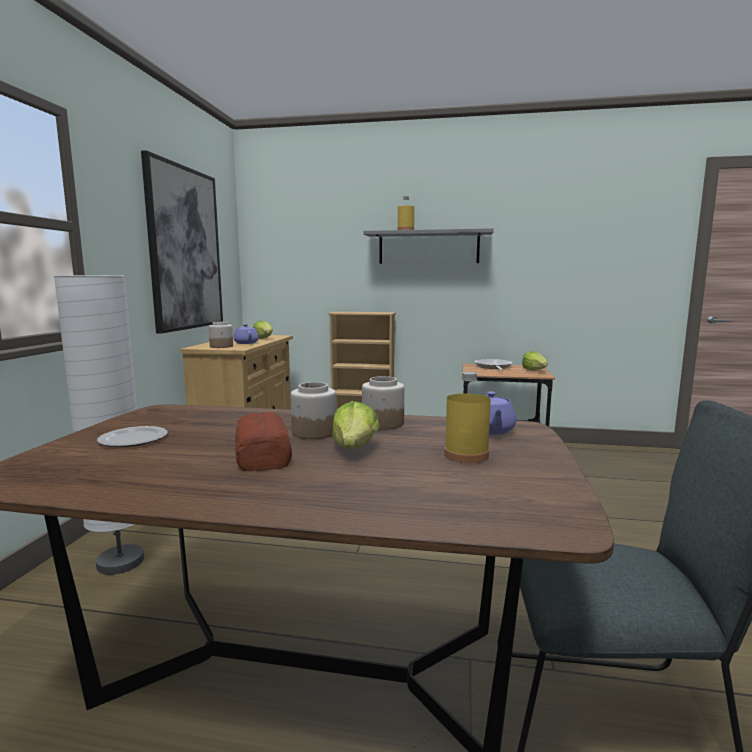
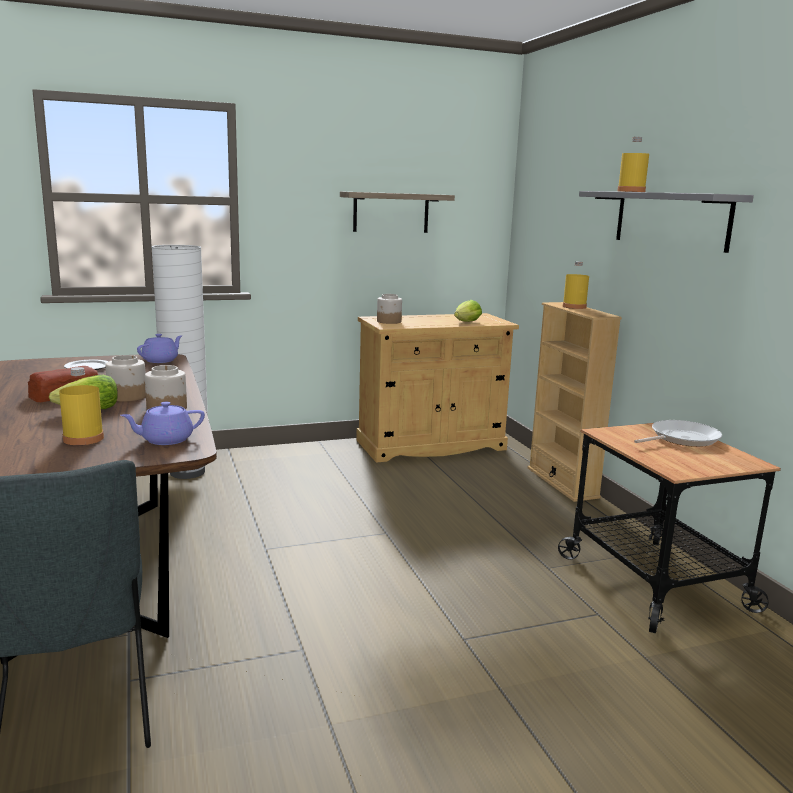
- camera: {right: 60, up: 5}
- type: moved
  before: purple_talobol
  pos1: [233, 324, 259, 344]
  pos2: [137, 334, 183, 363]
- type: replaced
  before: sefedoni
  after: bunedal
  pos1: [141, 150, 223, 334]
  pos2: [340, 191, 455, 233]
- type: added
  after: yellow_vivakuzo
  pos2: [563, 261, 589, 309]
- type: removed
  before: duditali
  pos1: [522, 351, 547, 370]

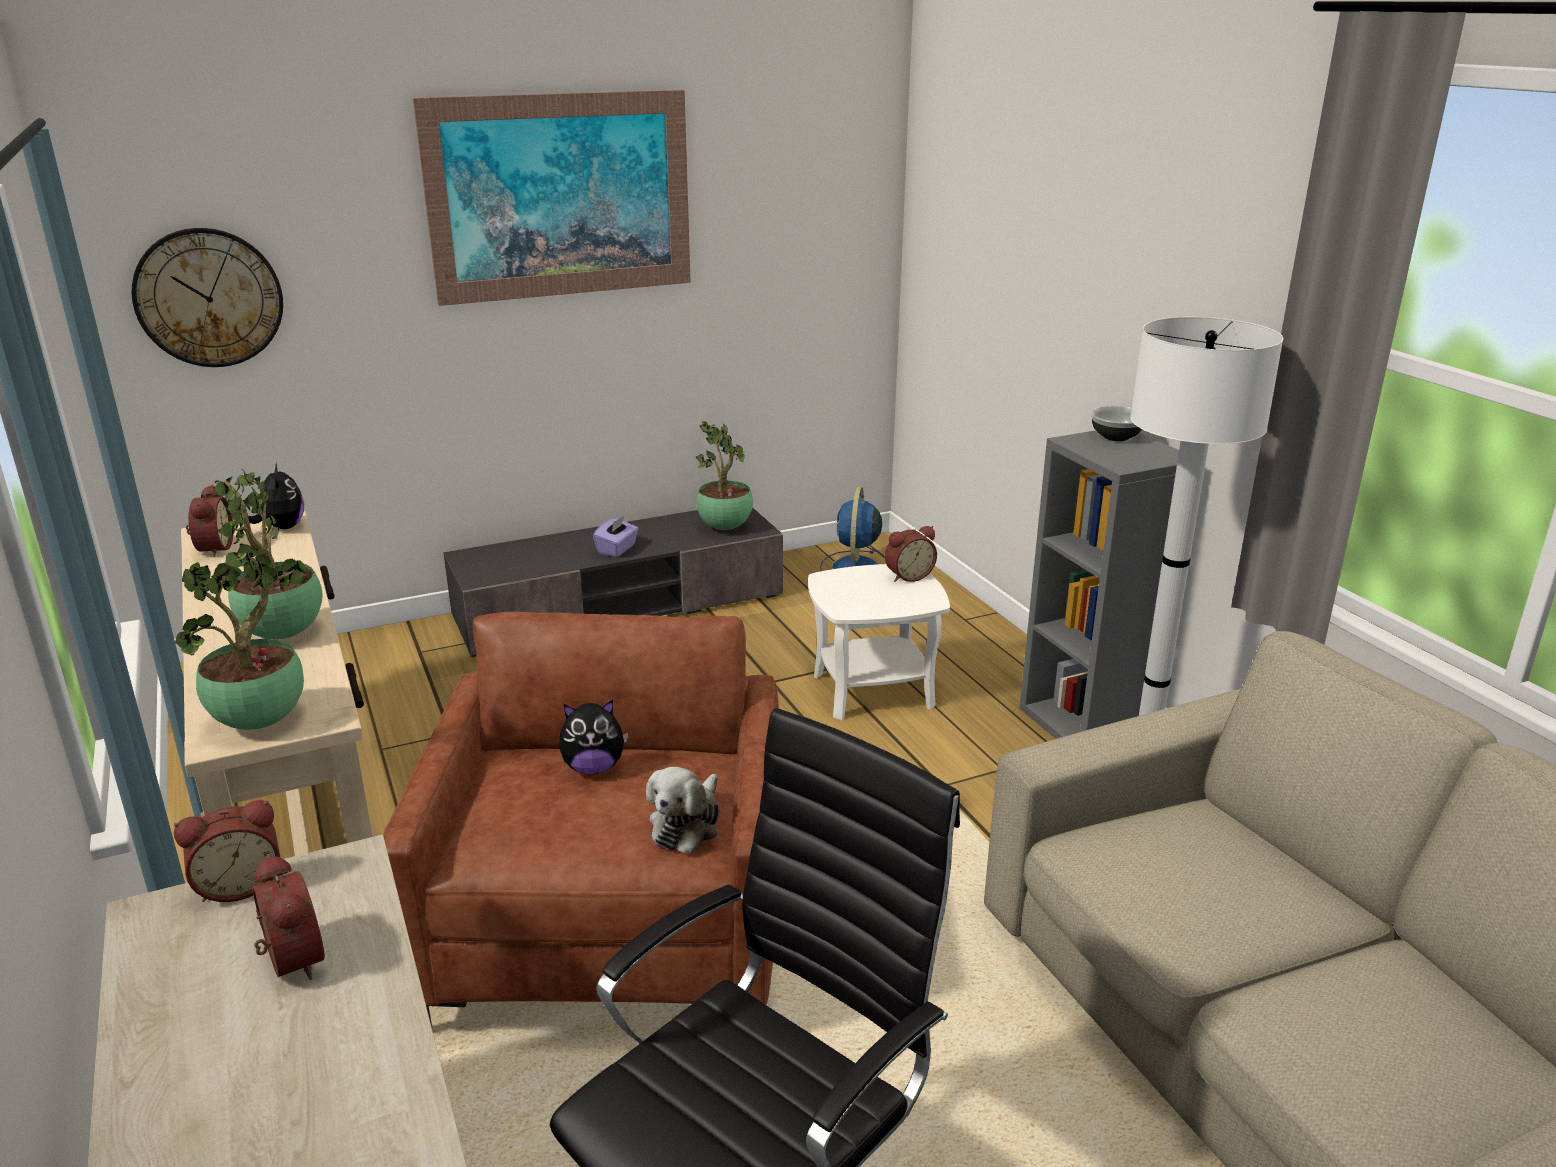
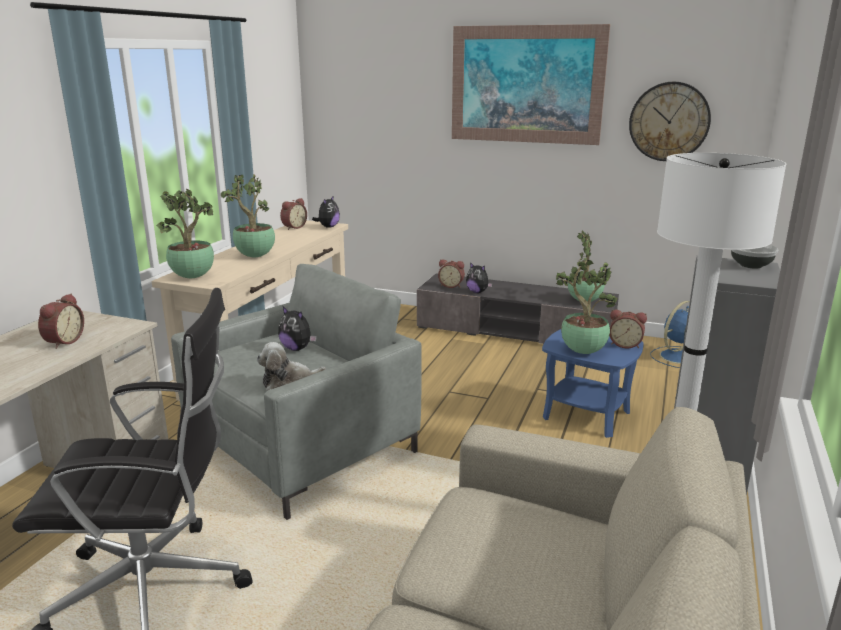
- camera: {right: 45, up: -5}
- type: recoloured
  before: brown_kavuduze
  after: grey_kavuduze
  pos1: [383, 612, 779, 1030]
  pos2: [171, 264, 421, 520]
- type: moved
  before: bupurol
  pos1: [174, 800, 280, 902]
  pos2: [438, 260, 465, 288]
- type: added
  after: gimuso
  pos2: [466, 262, 493, 293]
- type: recoloured
  before: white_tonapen
  after: blue_tonapen
  pos1: [808, 564, 950, 720]
  pos2: [542, 329, 644, 438]
- type: added
  after: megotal
  pos2: [556, 258, 618, 354]
- type: moved
  before: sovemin
  pos1: [132, 228, 283, 367]
  pos2: [629, 82, 711, 161]
- type: removed
  before: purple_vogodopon
  pos1: [593, 515, 639, 557]

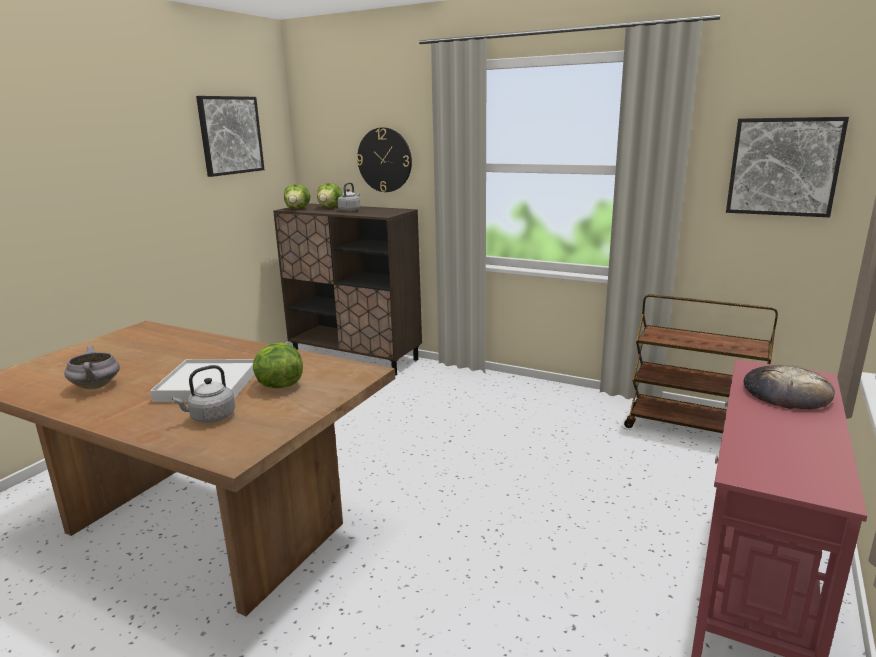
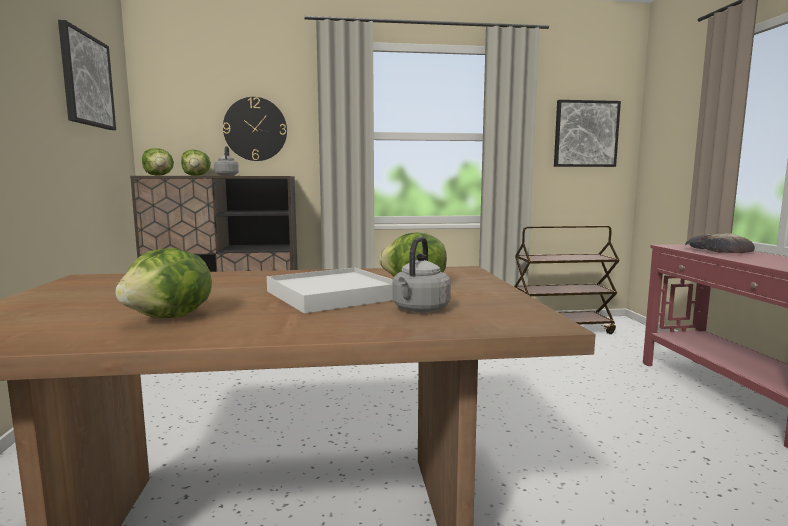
- camera: {right: -35, up: -10}
- type: replaced
  before: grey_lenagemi
  after: duditali
  pos1: [64, 345, 120, 389]
  pos2: [115, 248, 212, 318]

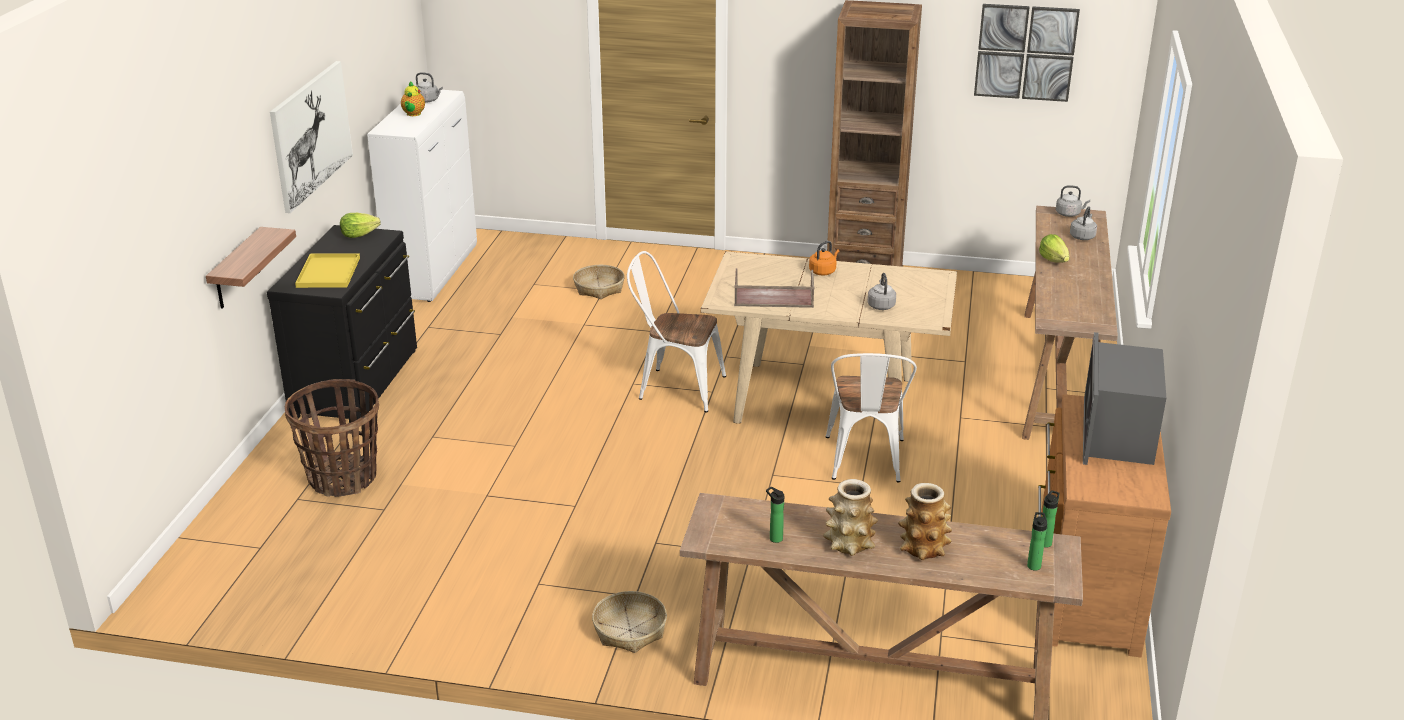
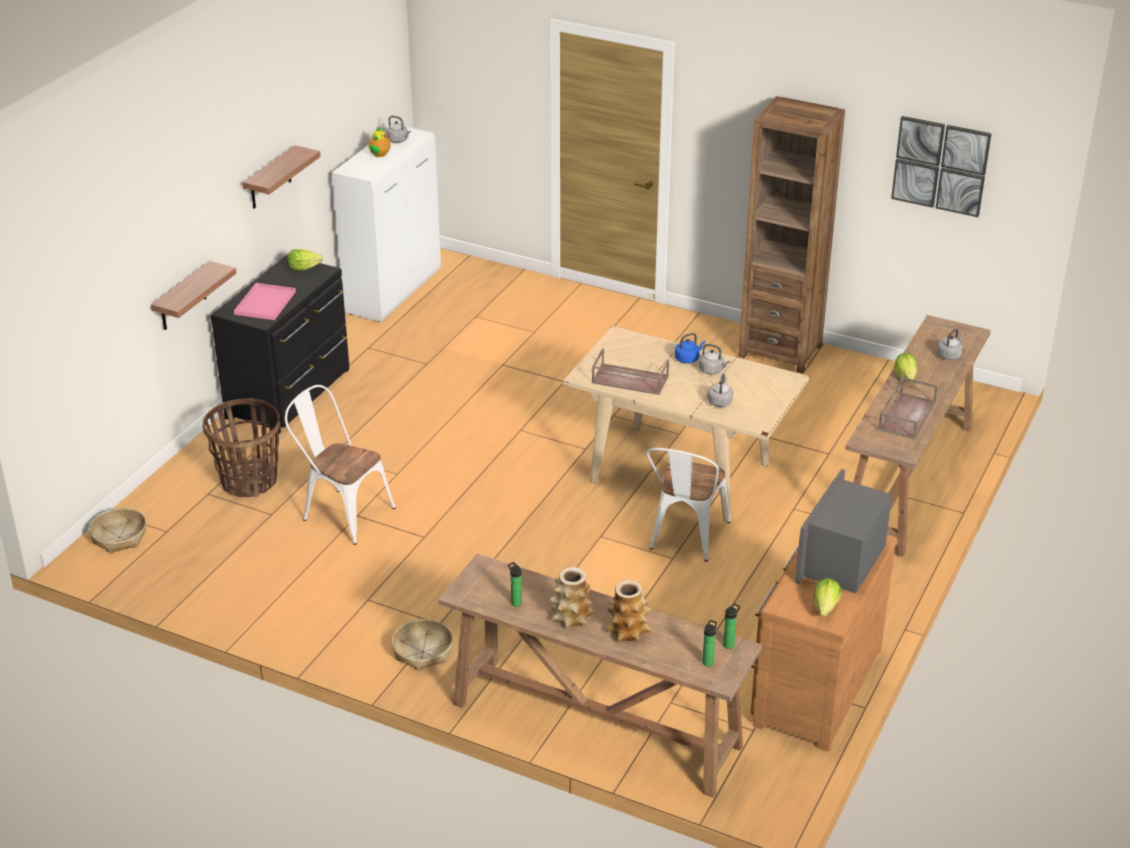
- camera: {right: 15, up: 5}
- type: moved
  before: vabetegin
  pos1: [573, 265, 625, 299]
  pos2: [89, 508, 146, 553]
- type: recoloured
  before: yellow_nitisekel
  after: pink_nitisekel
  pos1: [295, 253, 360, 288]
  pos2: [234, 283, 296, 320]
- type: replaced
  before: sefedoni
  after: bunedal
  pos1: [270, 61, 353, 213]
  pos2: [242, 145, 321, 209]
- type: moved
  before: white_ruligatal
  pos1: [627, 251, 726, 412]
  pos2: [285, 385, 396, 545]
- type: recoloured
  before: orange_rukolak
  after: blue_rukolak
  pos1: [809, 241, 839, 275]
  pos2: [675, 333, 705, 364]
- type: moved
  before: grey_rukolak
  pos1: [1056, 185, 1090, 217]
  pos2: [699, 344, 730, 374]
- type: added
  after: duditali
  pos2: [813, 578, 842, 616]
- type: added
  after: brown_nitisekel
  pos2: [878, 377, 938, 439]

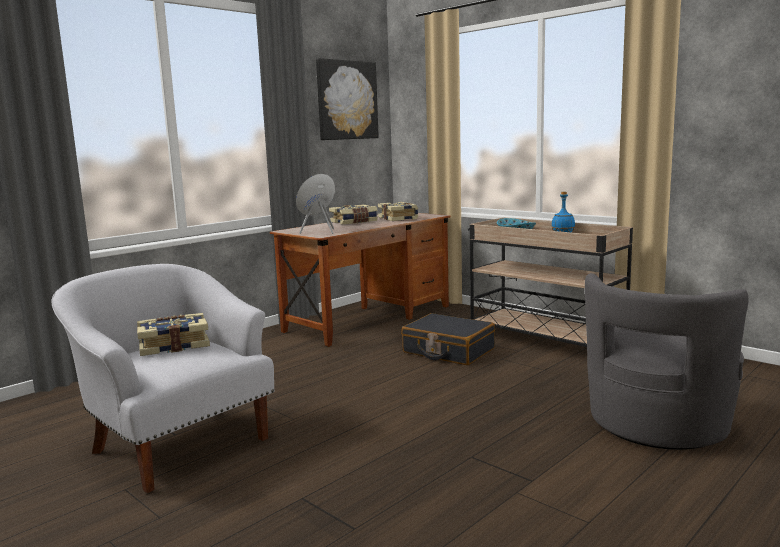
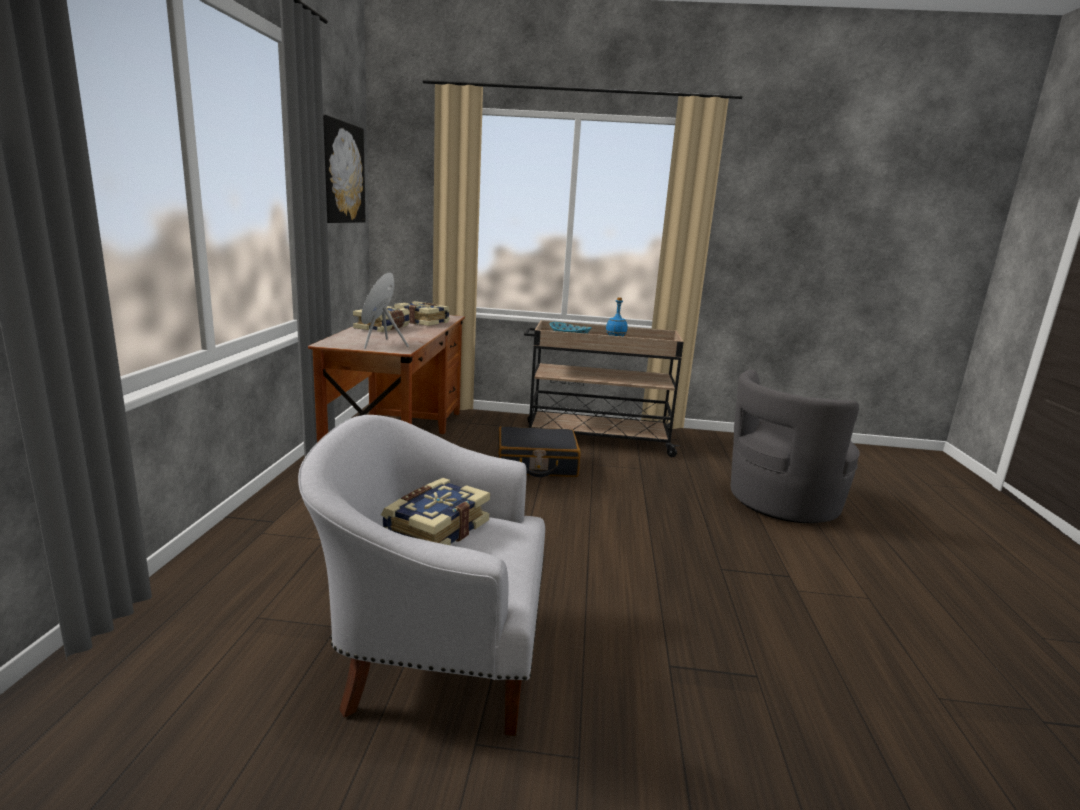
- camera: {right: -40, up: 5}
- type: turned
  before: grey_kavuduze
  pos1: [585, 273, 749, 450]
  pos2: [731, 370, 860, 523]
  turn: 60

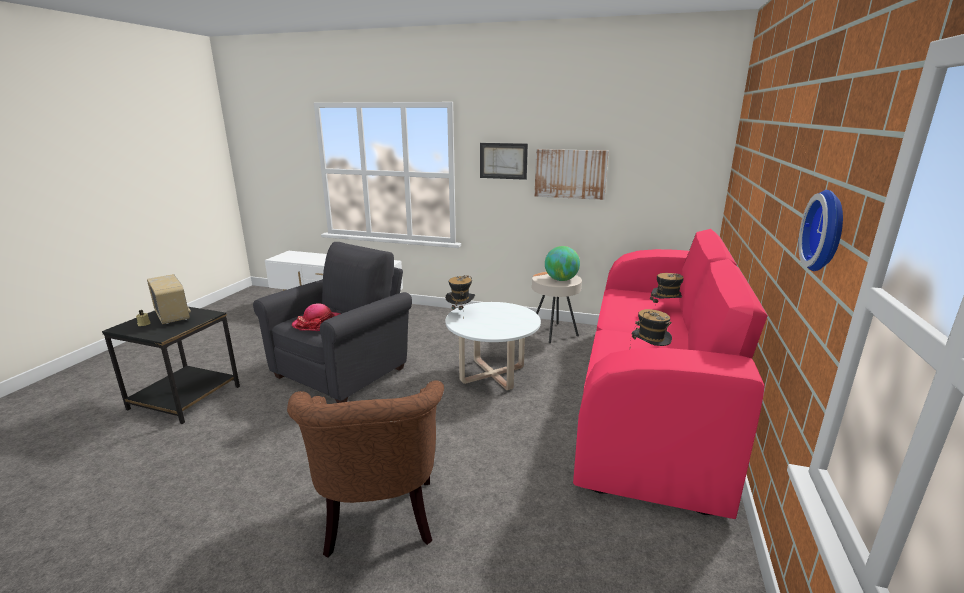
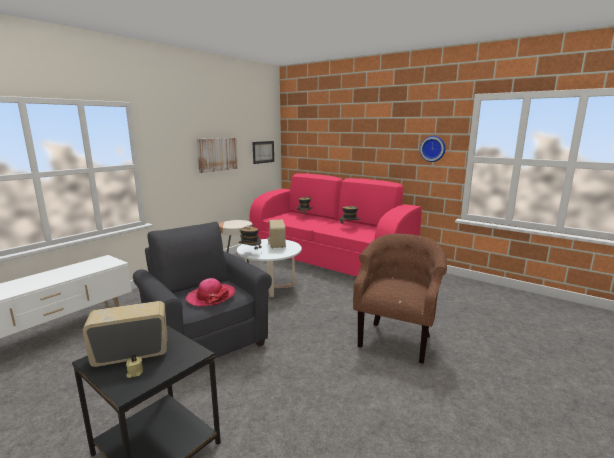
- camera: {right: -70, up: -5}
- type: moved
  before: sefedoni
  pos1: [480, 143, 528, 180]
  pos2: [252, 141, 274, 164]
- type: added
  after: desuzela
  pos2: [268, 220, 286, 249]
- type: turned
  before: brown_kavuduze
  pos1: [287, 380, 444, 557]
  pos2: [353, 234, 447, 364]
  turn: -75
- type: removed
  before: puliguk
  pos1: [545, 246, 580, 281]

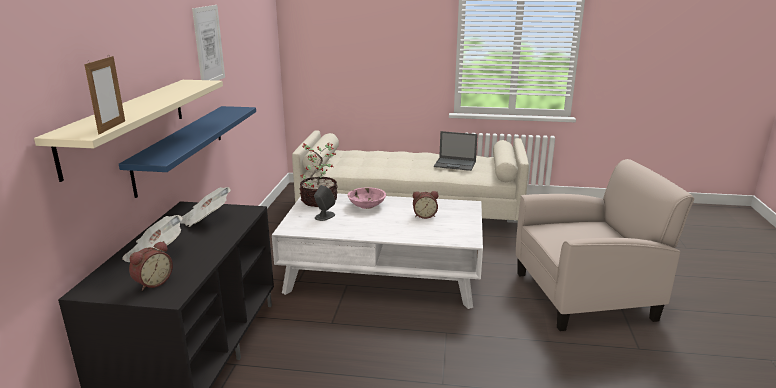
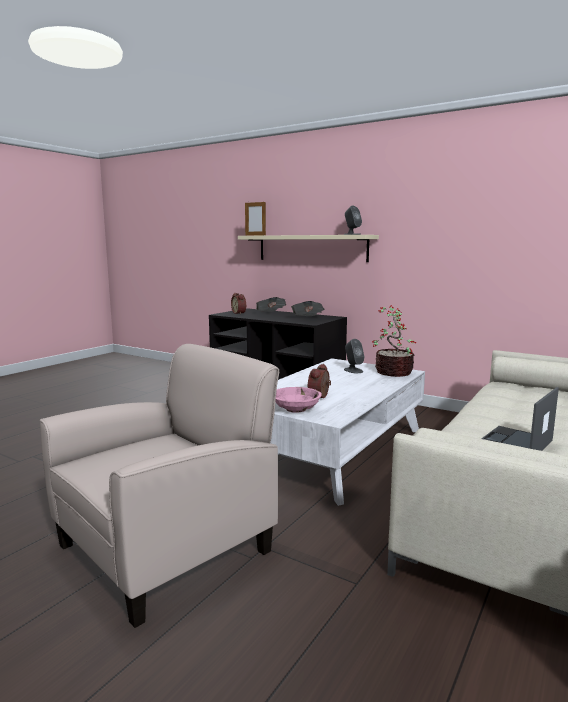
- camera: {right: 115, up: -10}
- type: turned
  before: beige_kavuduze
  pos1: [516, 159, 694, 331]
  pos2: [40, 344, 279, 628]
  turn: -150
- type: moved
  before: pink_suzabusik
  pos1: [347, 187, 386, 209]
  pos2: [275, 387, 322, 413]
- type: added
  after: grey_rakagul
  pos2: [344, 205, 362, 235]
- type: removed
  before: blue_bunedal
  pos1: [119, 106, 256, 198]
- type: removed
  before: sefedoni
  pos1: [192, 5, 225, 81]

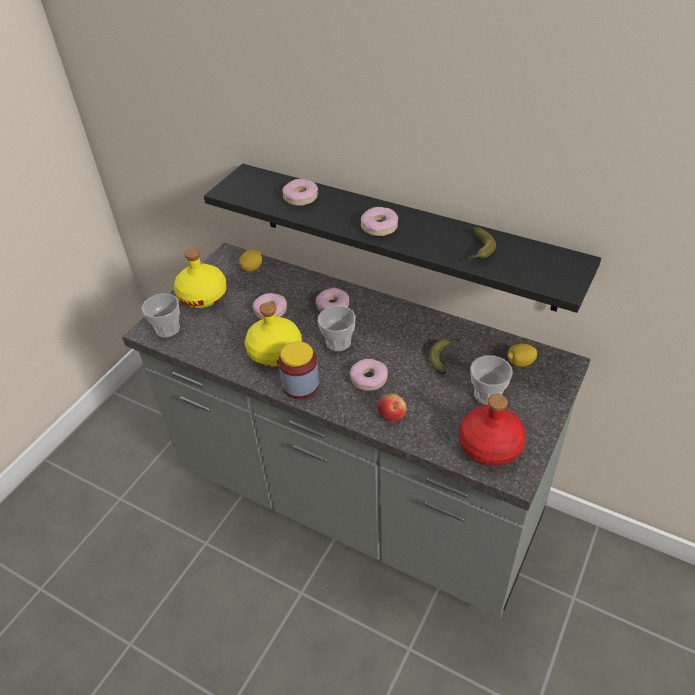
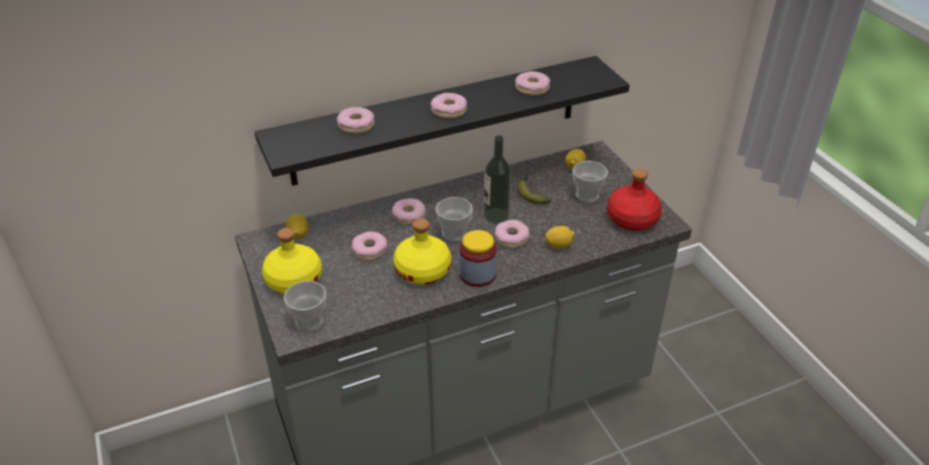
- camera: {right: -55, up: -5}
- type: added
  after: vivakuzo
  pos2: [484, 135, 511, 223]
- type: replaced
  before: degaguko
  after: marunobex
  pos1: [467, 227, 496, 260]
  pos2: [515, 71, 550, 96]
- type: replaced
  before: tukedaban
  after: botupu
  pos1: [377, 394, 407, 422]
  pos2: [545, 226, 575, 249]

